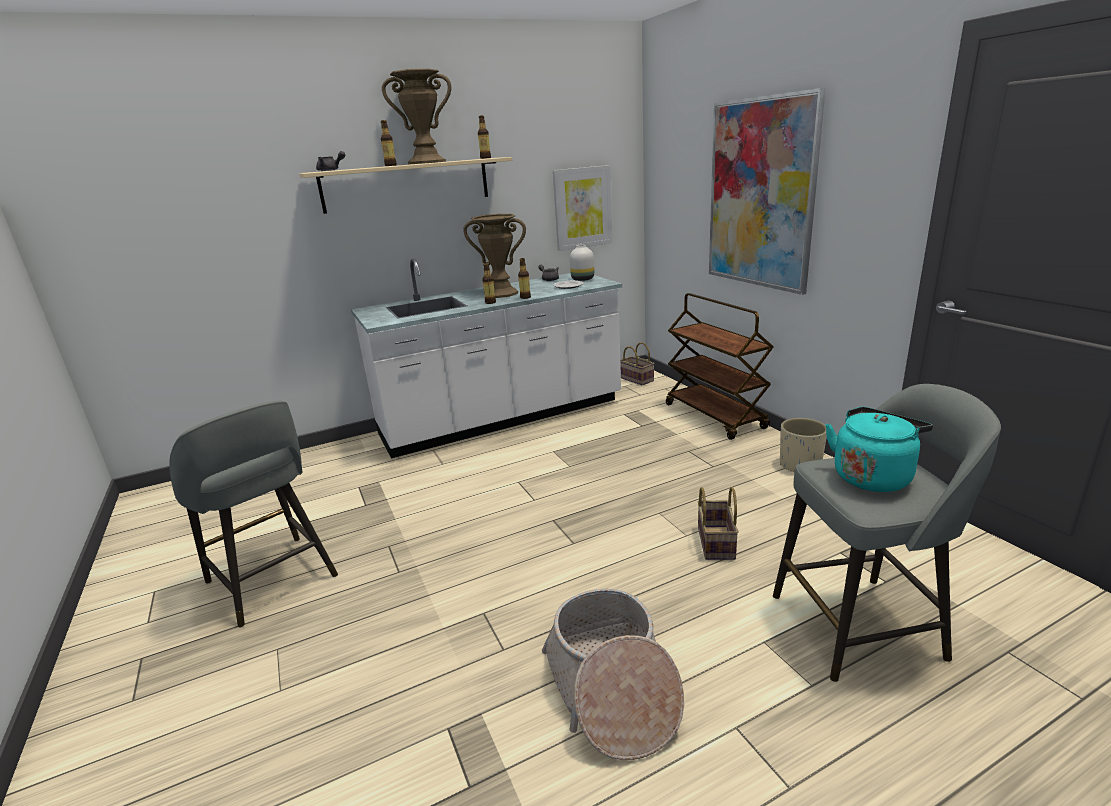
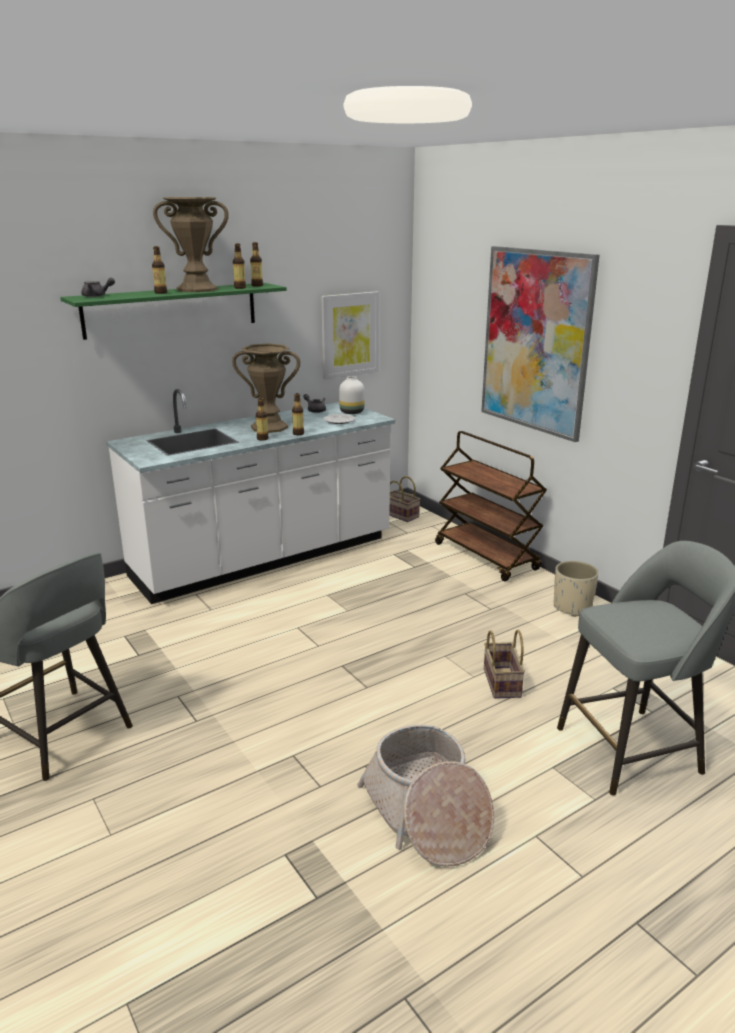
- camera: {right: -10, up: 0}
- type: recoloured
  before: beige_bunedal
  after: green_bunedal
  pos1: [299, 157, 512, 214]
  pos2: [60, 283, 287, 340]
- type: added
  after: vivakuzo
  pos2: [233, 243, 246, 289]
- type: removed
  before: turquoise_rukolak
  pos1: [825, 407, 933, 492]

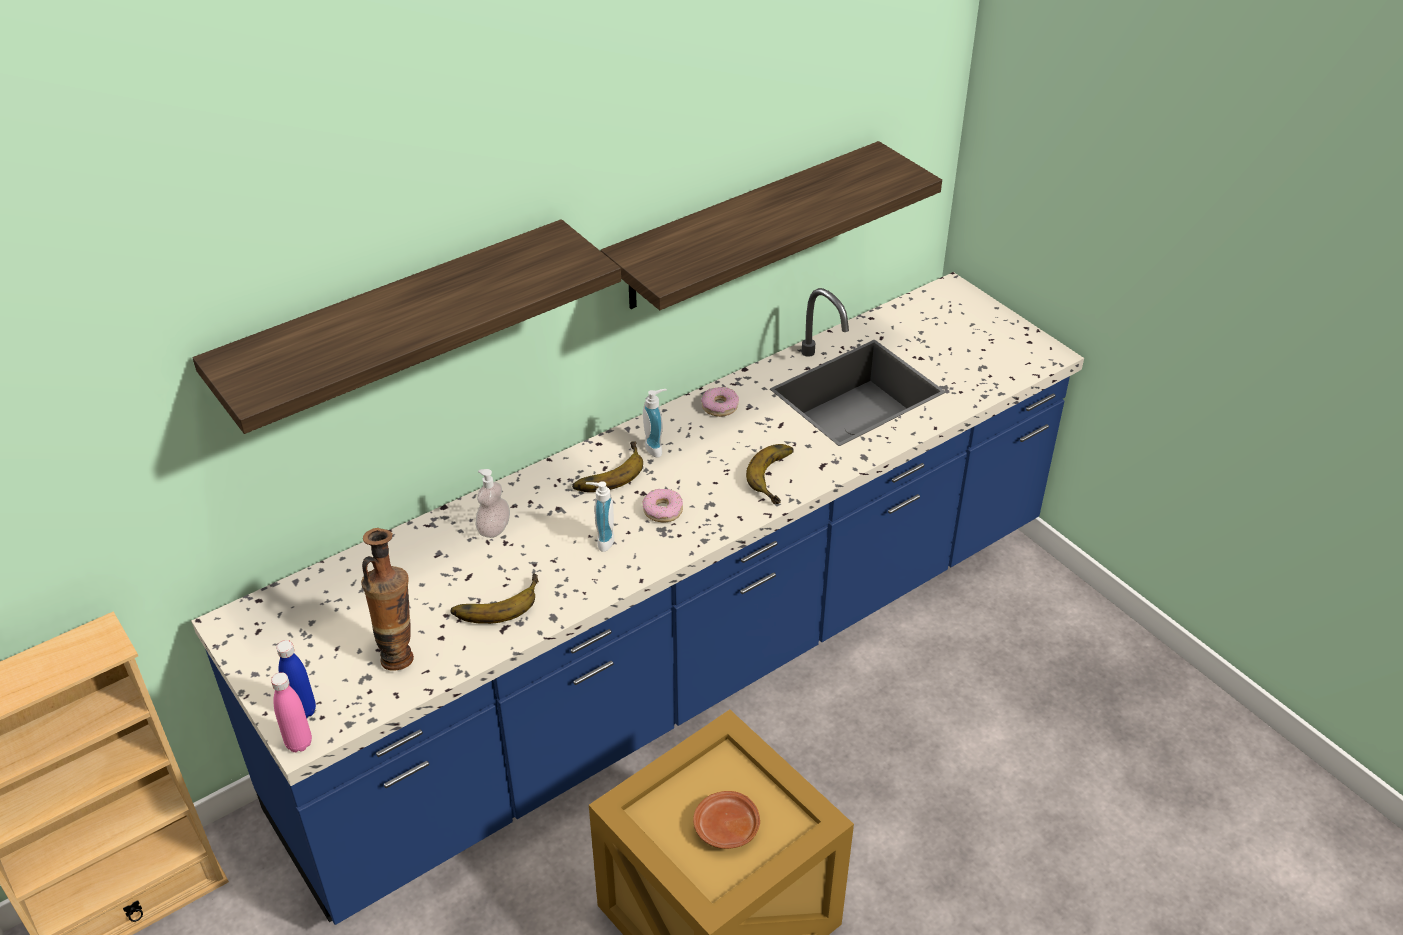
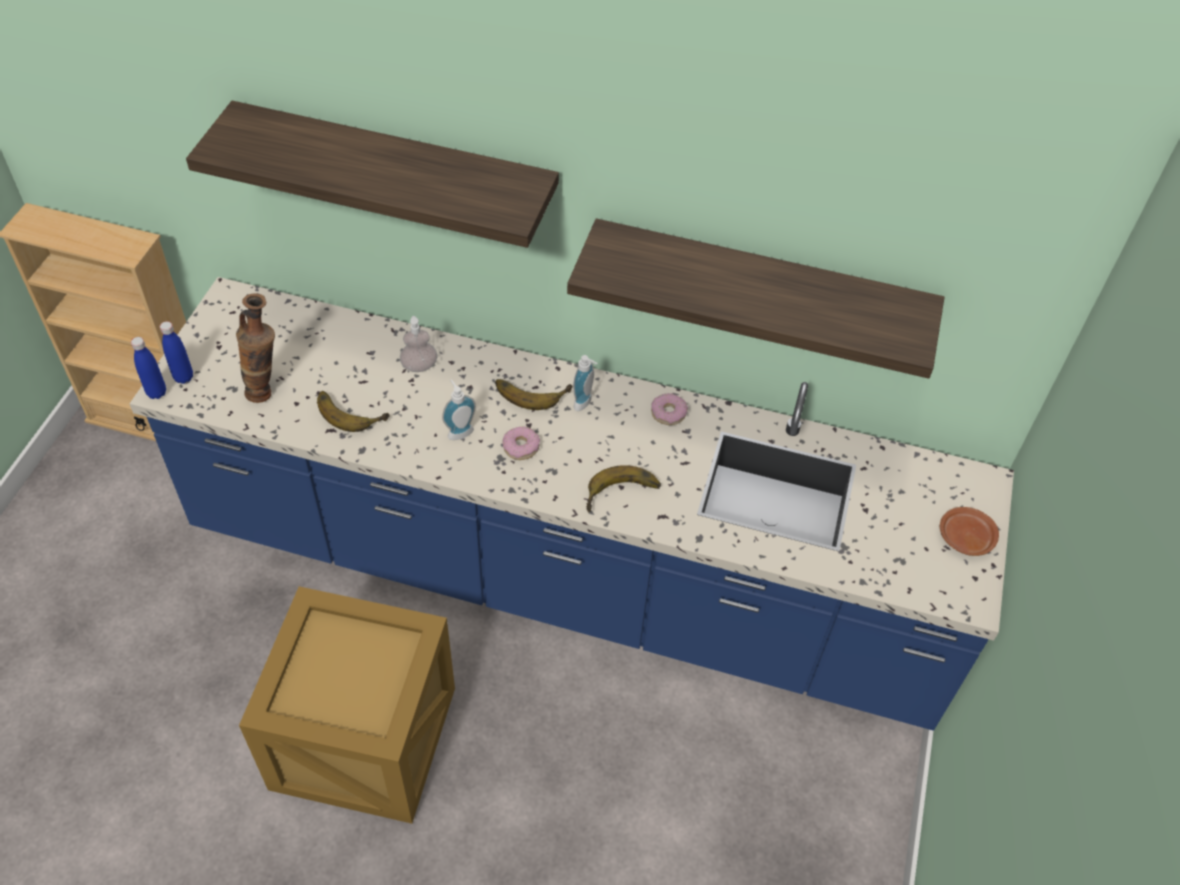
- camera: {right: 50, up: 10}
- type: recoloured
  before: pink_vivakuzo
  after: blue_vivakuzo
  pos1: [271, 672, 312, 752]
  pos2: [131, 337, 166, 399]
- type: moved
  before: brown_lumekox
  pos1: [693, 791, 760, 849]
  pos2: [940, 507, 999, 556]

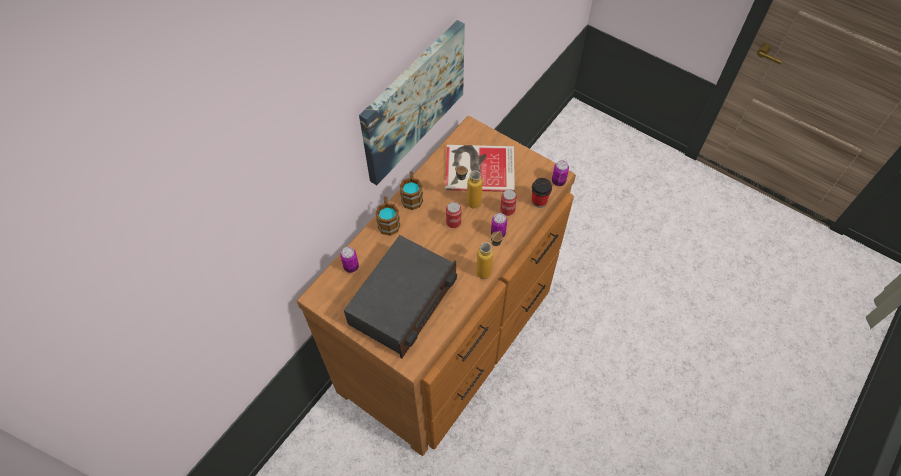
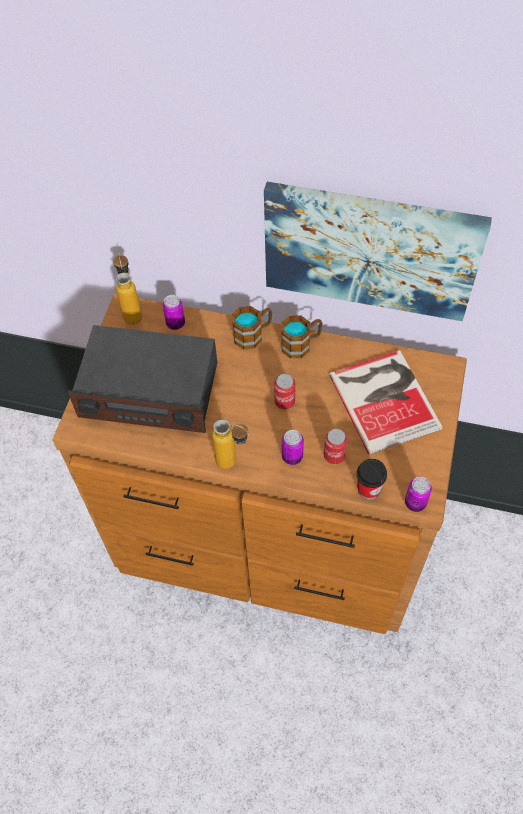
- camera: {right: 70, up: 0}
- type: moved
  before: vivakuzo
  pos1: [455, 166, 483, 208]
  pos2: [113, 252, 142, 325]

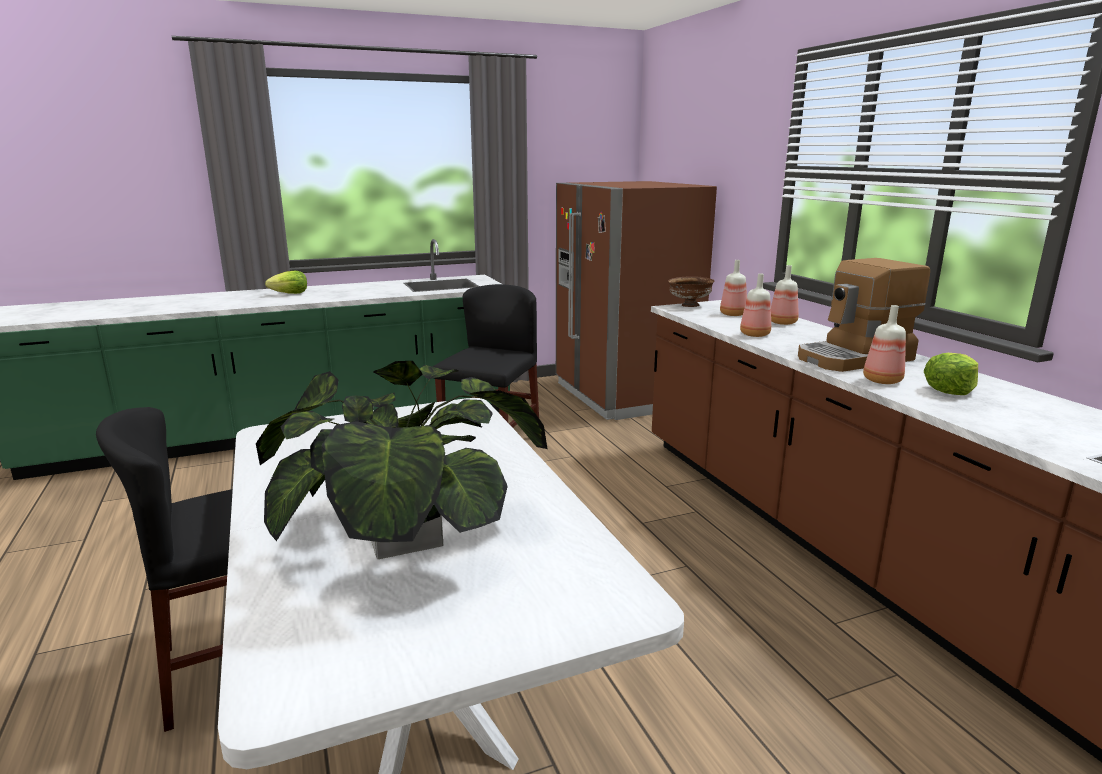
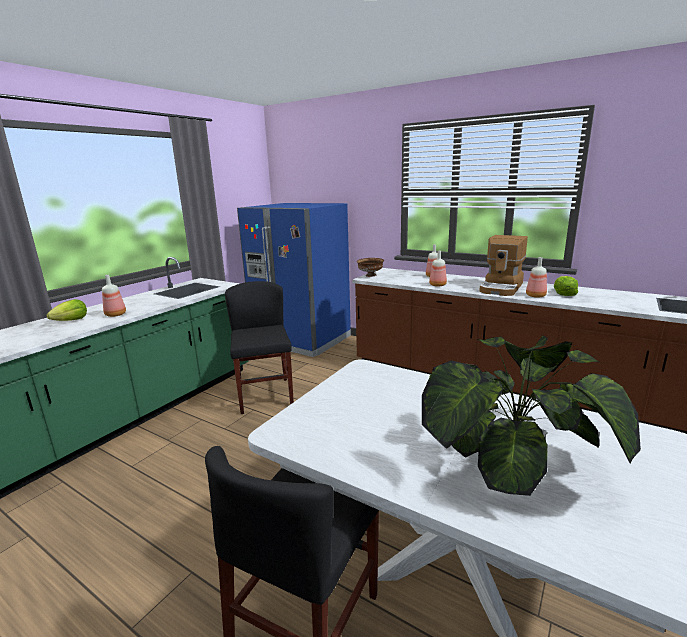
- camera: {right: -35, up: 0}
- type: moved
  before: vivakuzo
  pos1: [720, 260, 747, 316]
  pos2: [102, 275, 126, 317]
- type: recoloured
  before: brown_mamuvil
  after: blue_mamuvil
  pos1: [556, 181, 717, 420]
  pos2: [237, 203, 351, 357]

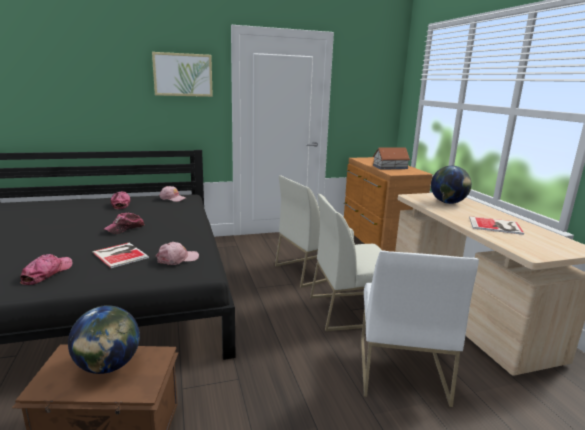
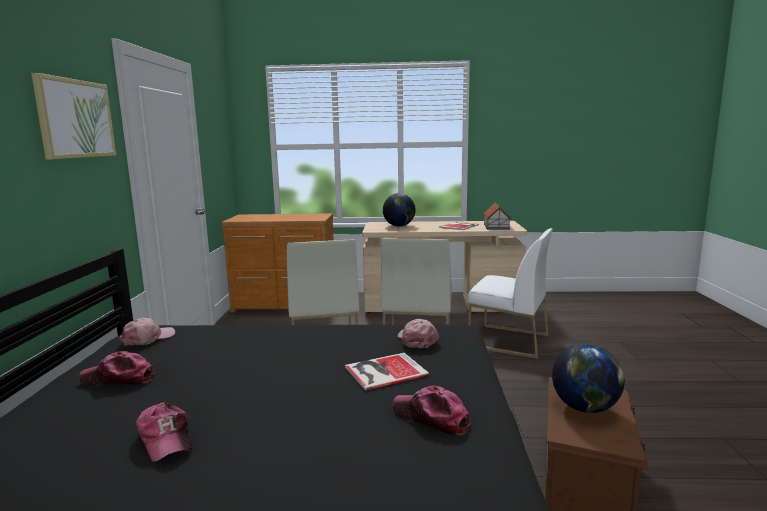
- camera: {right: -70, up: -5}
- type: moved
  before: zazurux
  pos1: [104, 213, 144, 234]
  pos2: [136, 402, 193, 462]
- type: moved
  before: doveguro
  pos1: [373, 147, 410, 170]
  pos2: [483, 202, 512, 230]

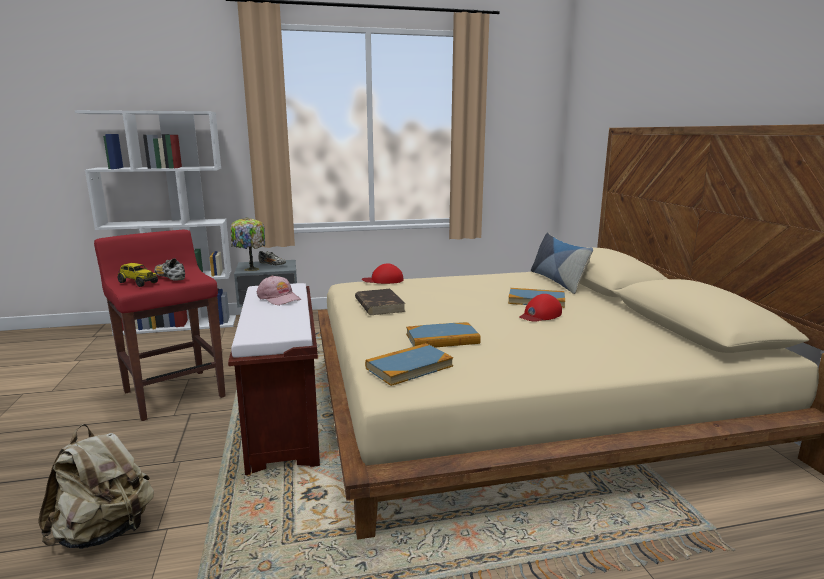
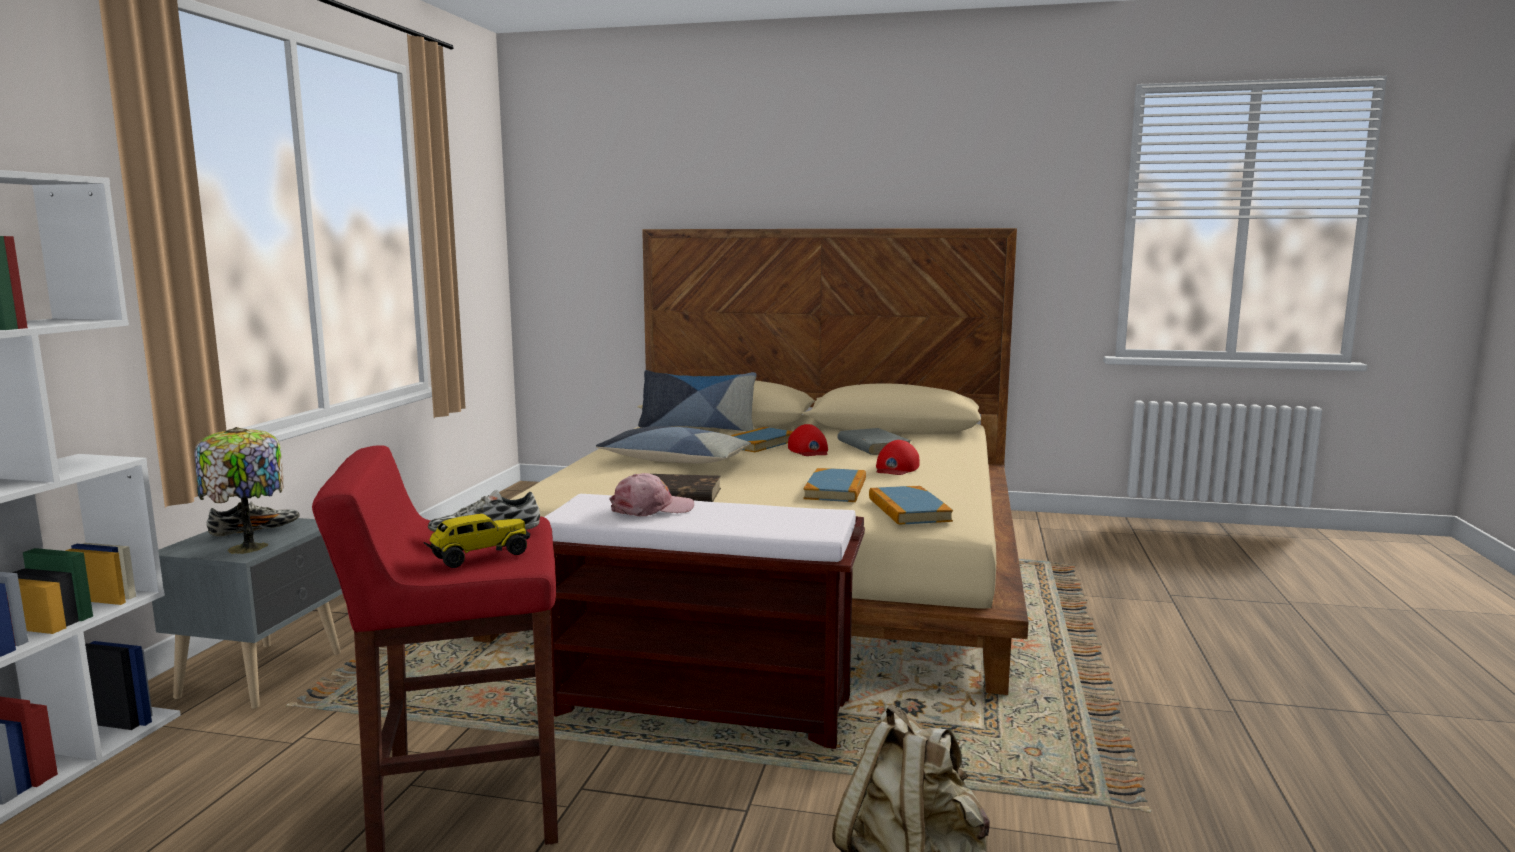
- camera: {right: -65, up: -5}
- type: added
  after: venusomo
  pos2: [596, 426, 751, 464]
- type: added
  after: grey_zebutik
  pos2: [837, 428, 911, 455]
- type: moved
  before: red_zazurux
  pos1: [362, 263, 404, 284]
  pos2: [876, 440, 919, 475]

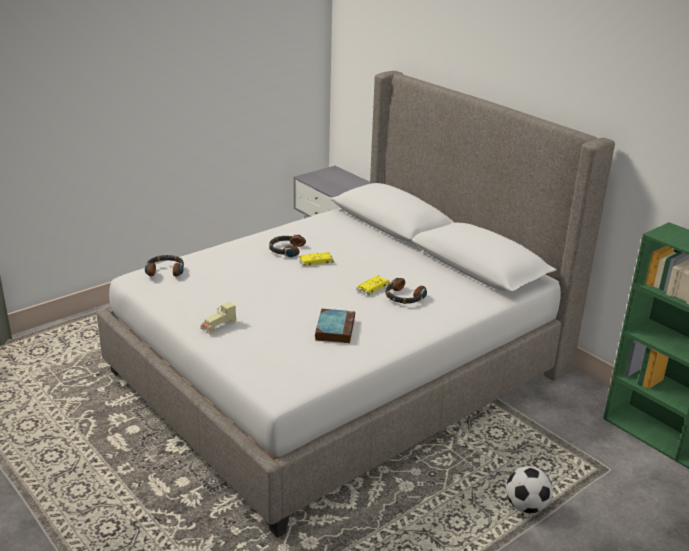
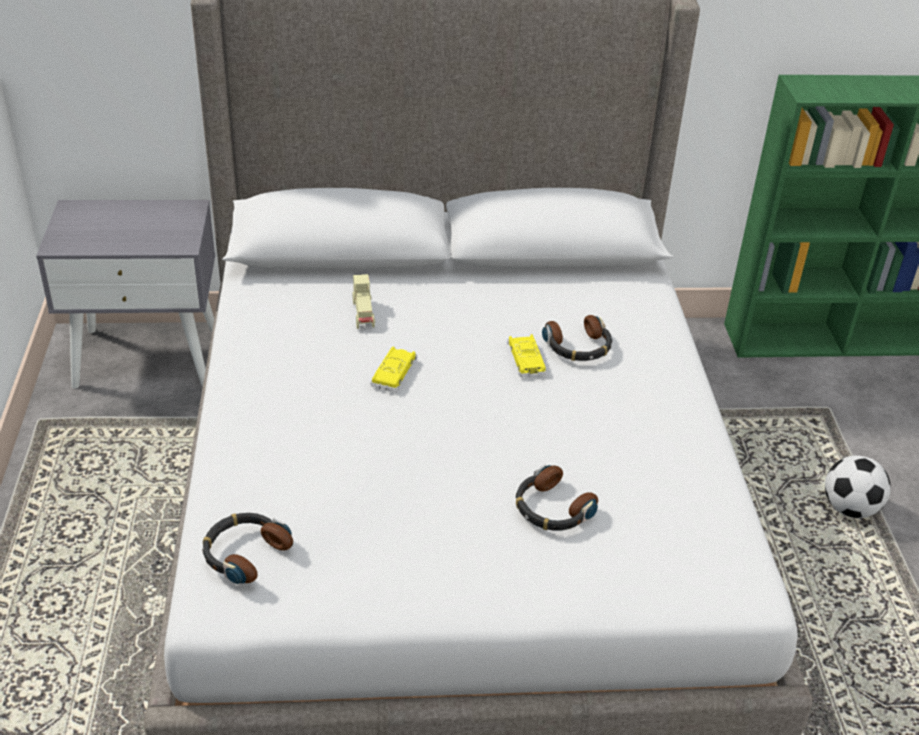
- camera: {right: -55, up: 10}
- type: moved
  before: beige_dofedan
  pos1: [200, 302, 237, 334]
  pos2: [353, 274, 375, 329]
- type: moved
  before: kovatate
  pos1: [269, 235, 306, 257]
  pos2: [516, 465, 598, 531]
- type: removed
  before: zebutik
  pos1: [315, 309, 355, 343]

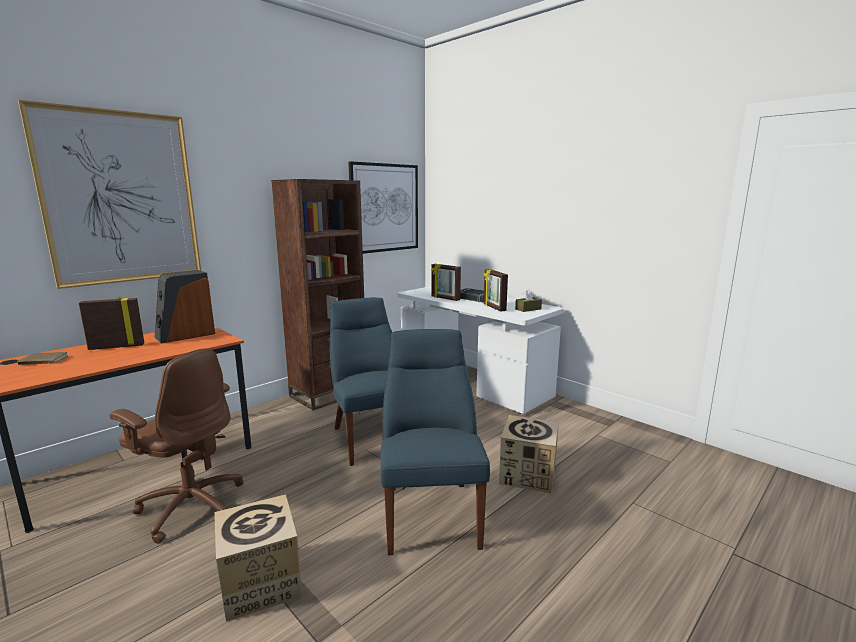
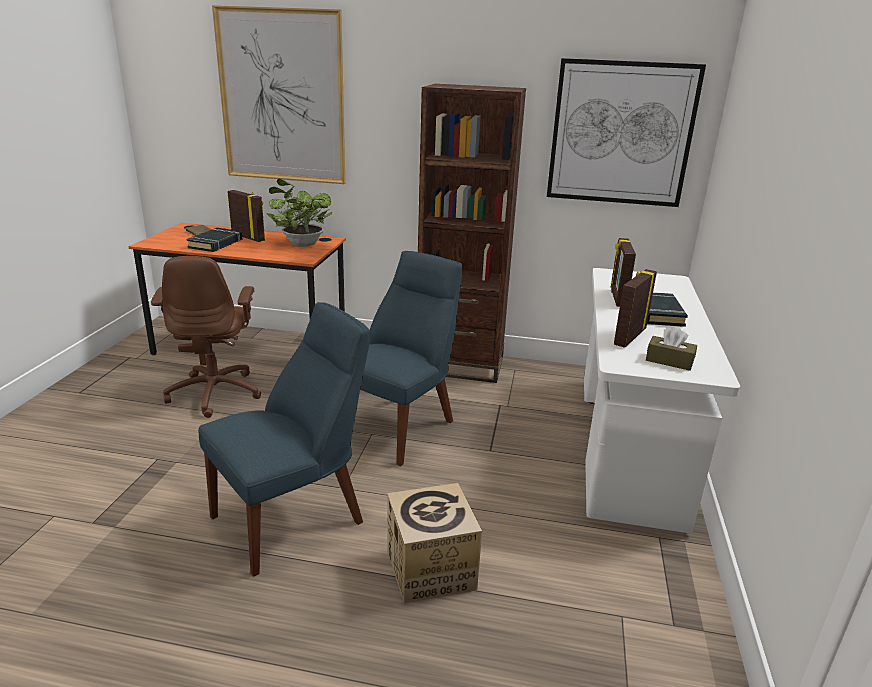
- camera: {right: 55, up: 10}
- type: added
  after: black_zebutik
  pos2: [187, 228, 242, 252]
- type: replaced
  before: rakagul
  after: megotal
  pos1: [155, 270, 215, 343]
  pos2: [266, 178, 332, 247]
- type: removed
  before: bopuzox
  pos1: [214, 494, 302, 622]

